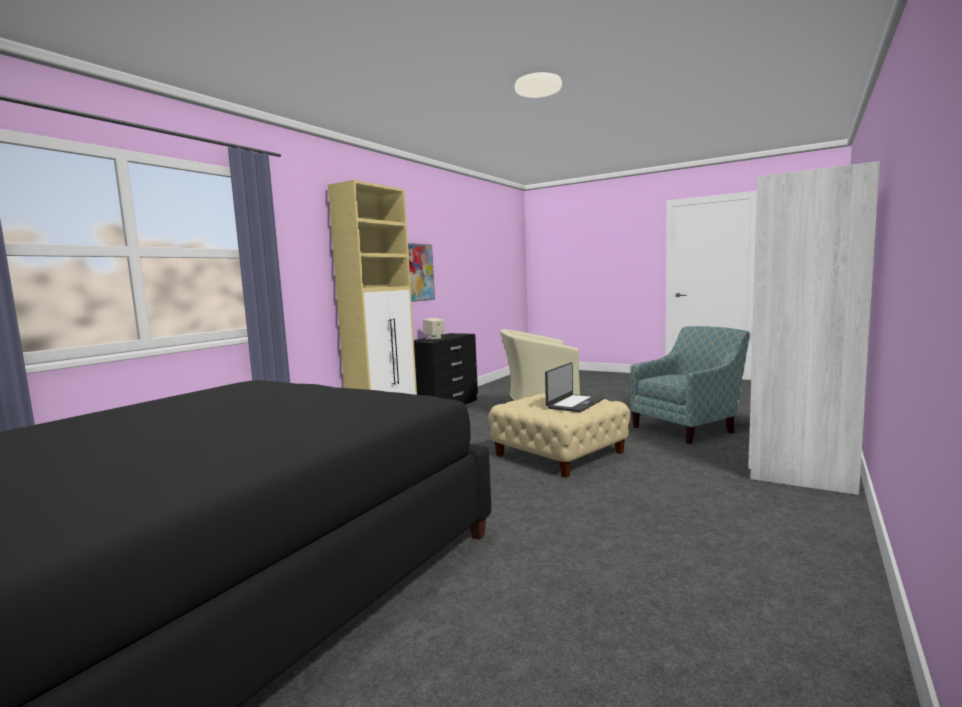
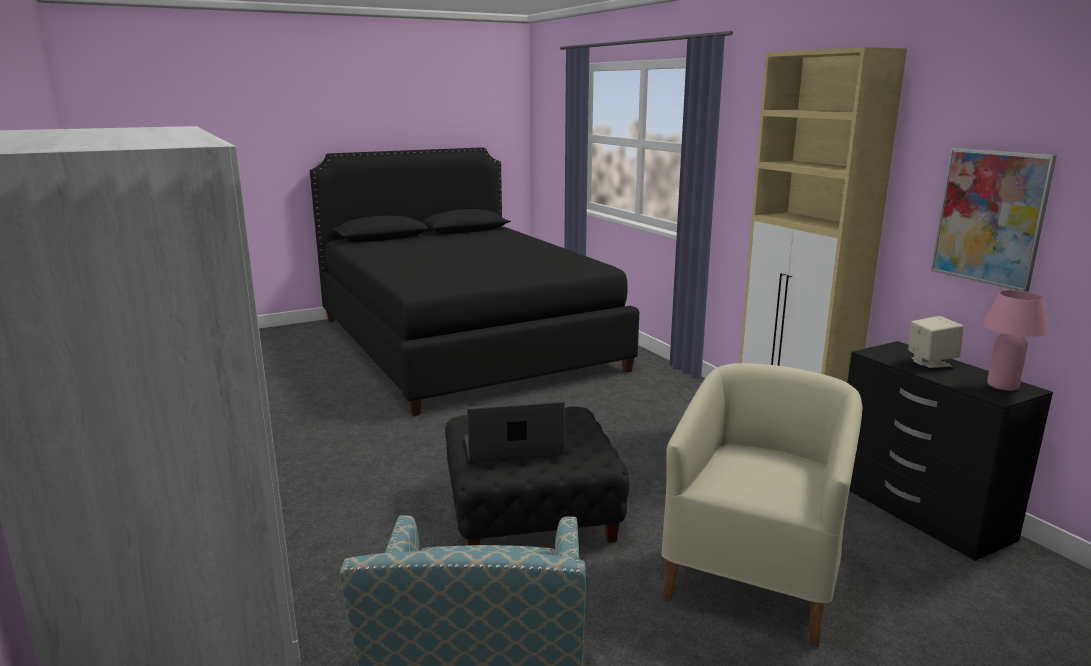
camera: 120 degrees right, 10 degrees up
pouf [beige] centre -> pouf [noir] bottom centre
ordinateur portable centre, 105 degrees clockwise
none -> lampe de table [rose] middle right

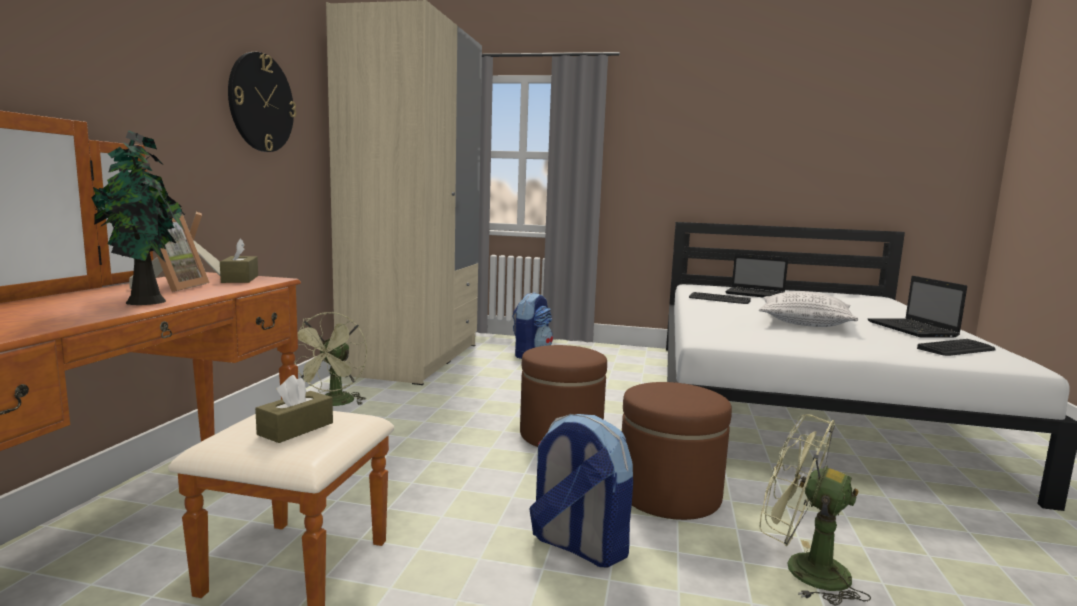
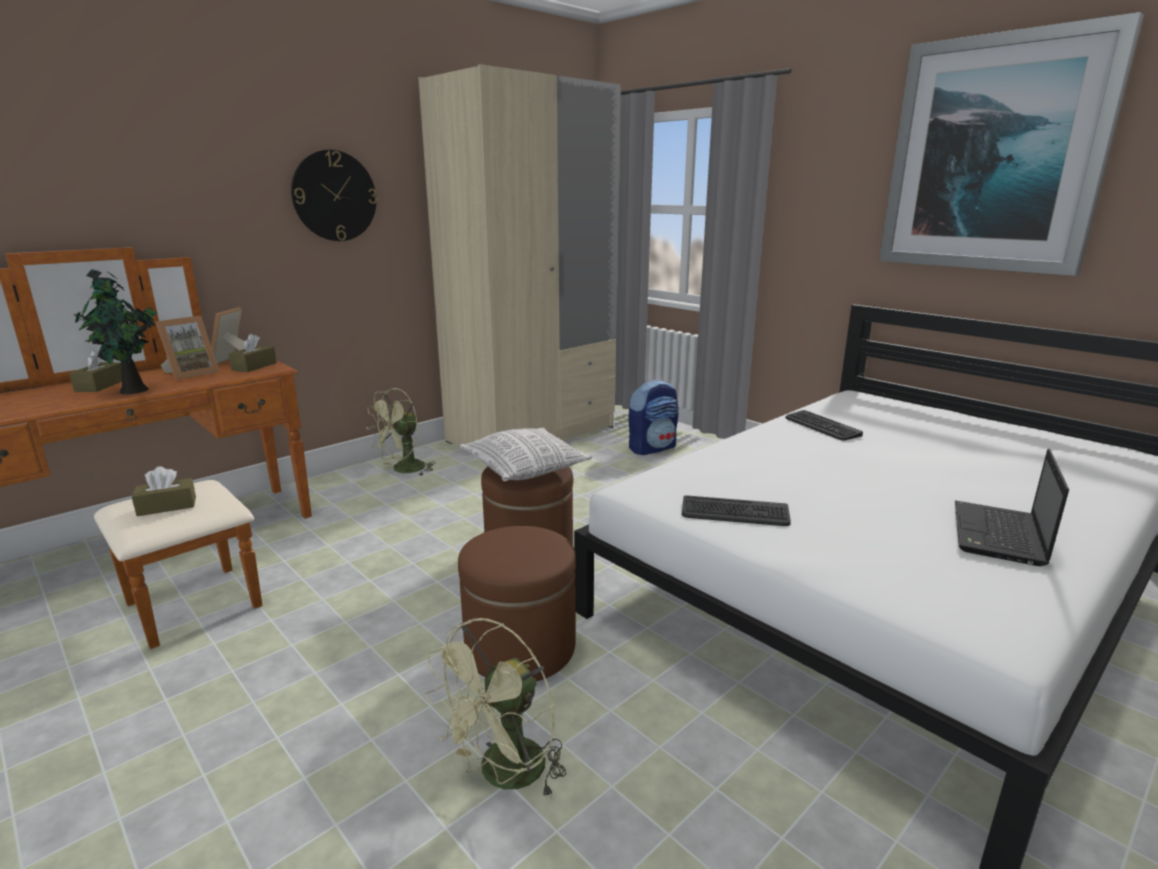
camera: 35 degrees right, 10 degrees up
none -> boîte à mouchoirs [marron] (no. 1 from left) middle left
ventilateur [vert] (no. 2 from left) bottom right -> ventilateur [vert] (no. 2 from left) bottom centre, 120 degrees counterclockwise
coussin middle right -> coussin centre, shifted
clavier (no. 2 from left in the first image) middle right -> clavier (no. 1 from left) centre, shifted
none -> tableau top right
sac à dos (no. 2 from left) bottom centre -> none
ordinateur portable (no. 1 from left) middle right -> none

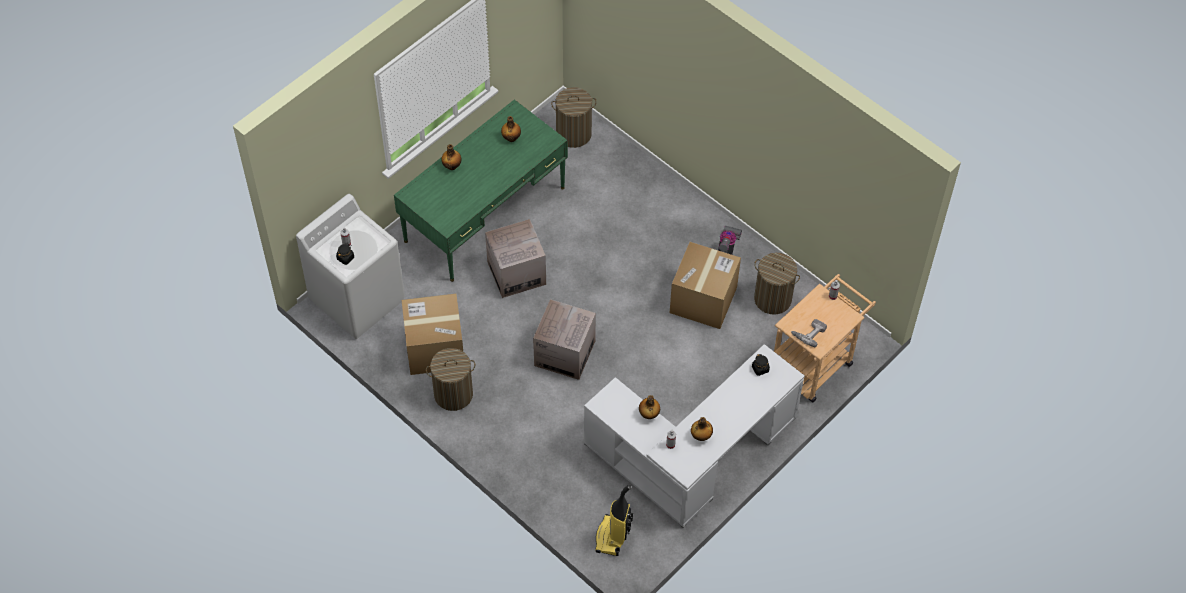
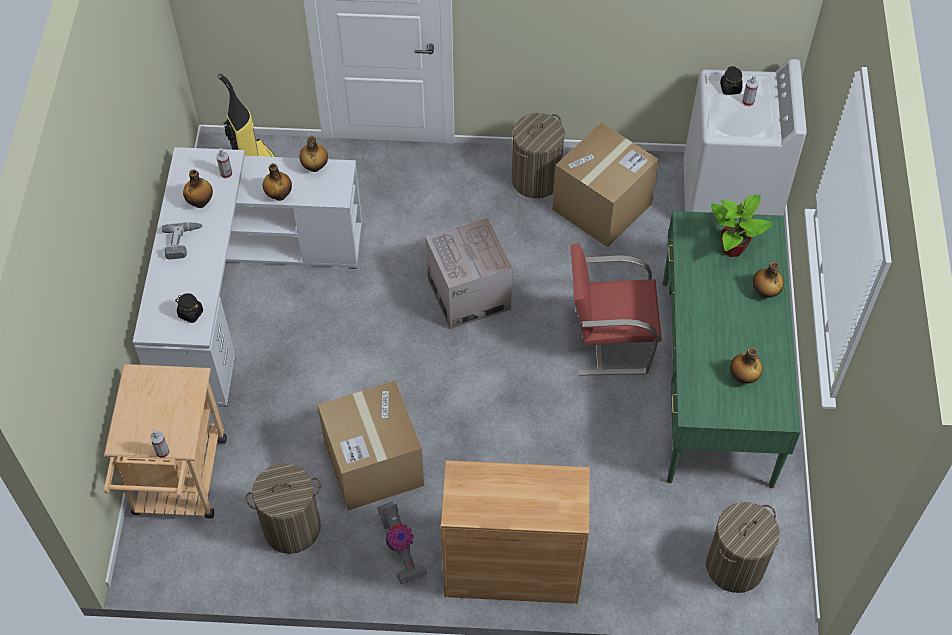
camera: 140 degrees right, 0 degrees up
perceuse middle right -> perceuse middle left, shifted
none -> bouteille (no. 3 from left) top left
none -> meuble de rangement [marron] bottom centre
carton (no. 2 from left) centre -> chaise [rouge] centre
none -> plante en pot middle right

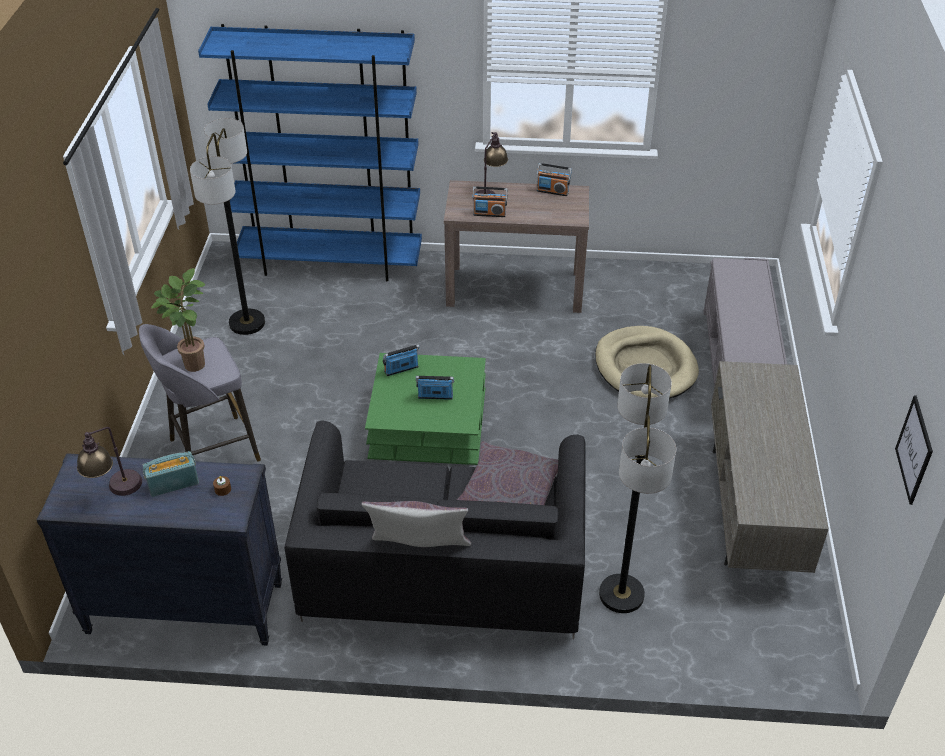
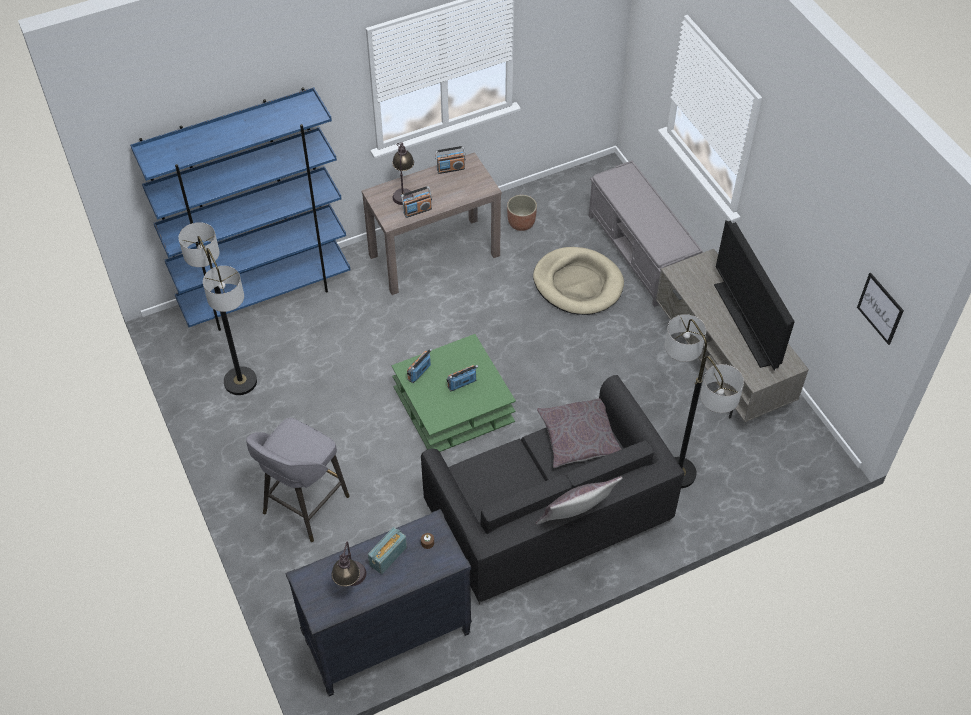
camera: 30 degrees left, 10 degrees up
none -> cache-pot top centre
none -> téléviseur middle right
plante en pot middle left -> none

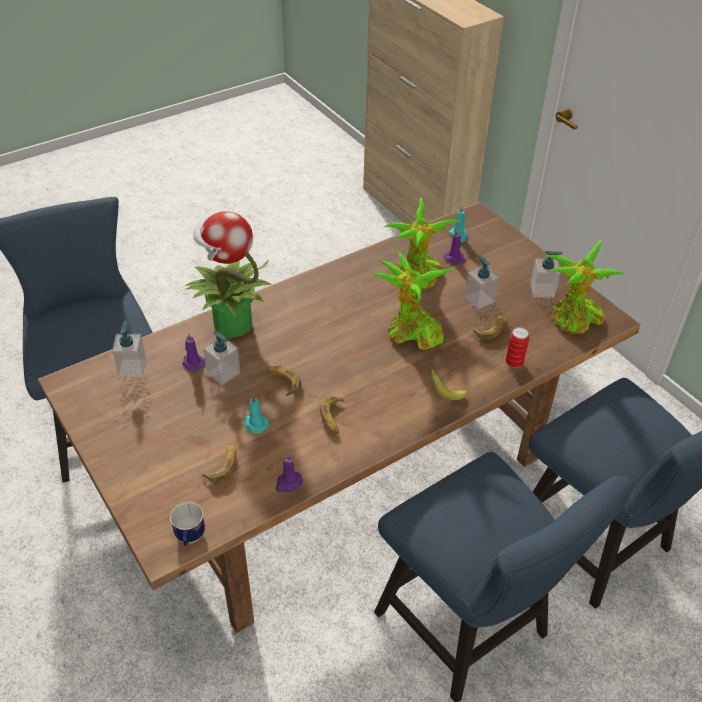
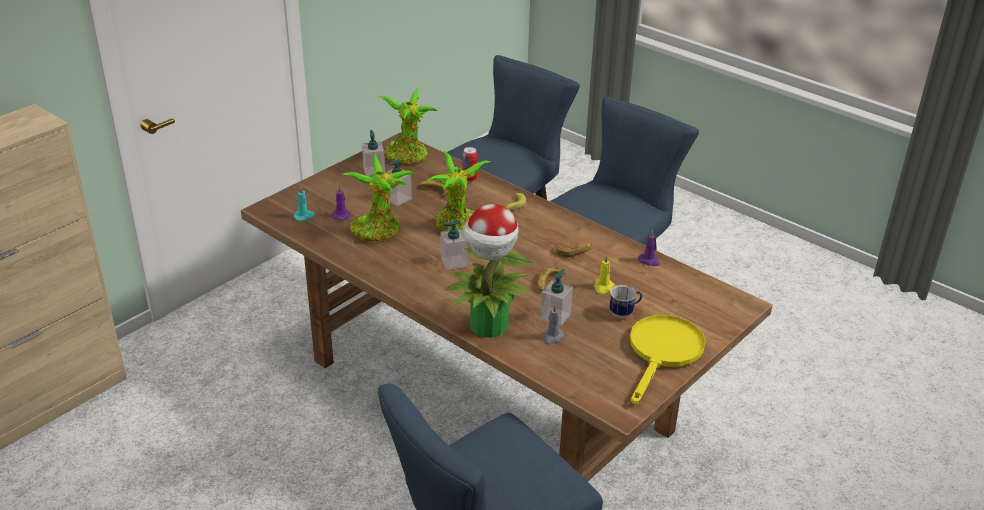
camera: 105 degrees left, 10 degrees down
distributeur de savon (no. 1 from left in the first image) middle left -> distributeur de savon (no. 3 from left) centre, shifted
bougie [violet] (no. 1 from left) middle left -> bougie [gris] centre
bougie [turquoise] (no. 1 from left) centre -> bougie [jaune] centre
mug bottom left -> mug centre, shifted
none -> poêle [jaune] bottom right
banane (no. 1 from left) middle left -> none

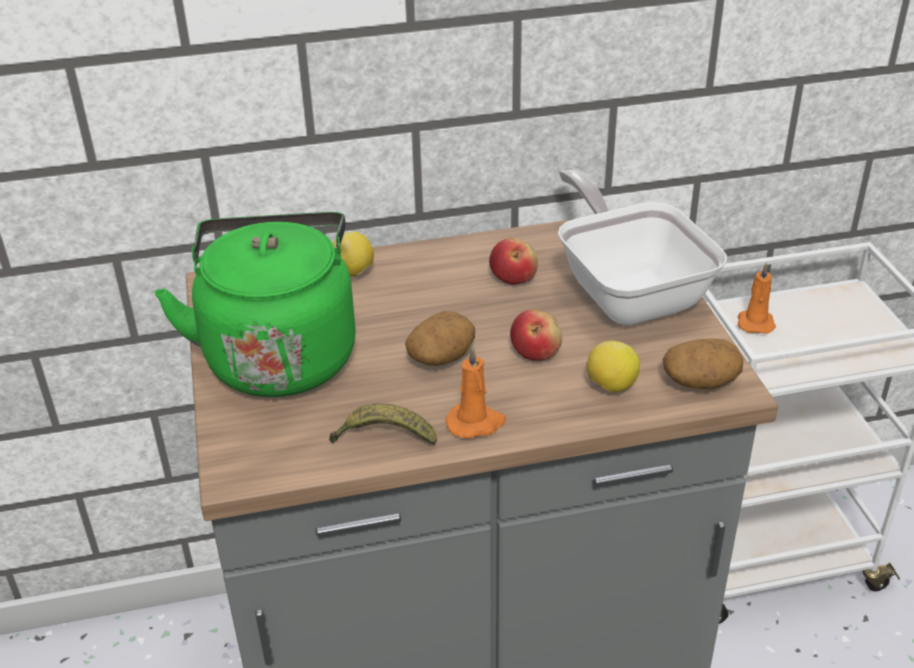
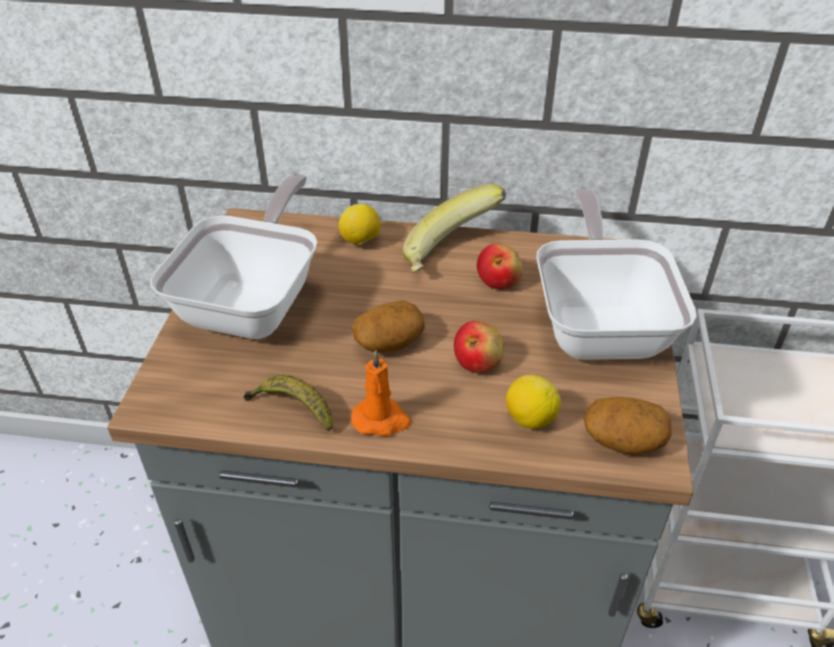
camera: 20 degrees right, 5 degrees up
bouilloire [vert] middle left -> poêle (no. 1 from left) middle left
none -> banane (no. 2 from left) centre
bougie [orange] (no. 2 from left) middle right -> none

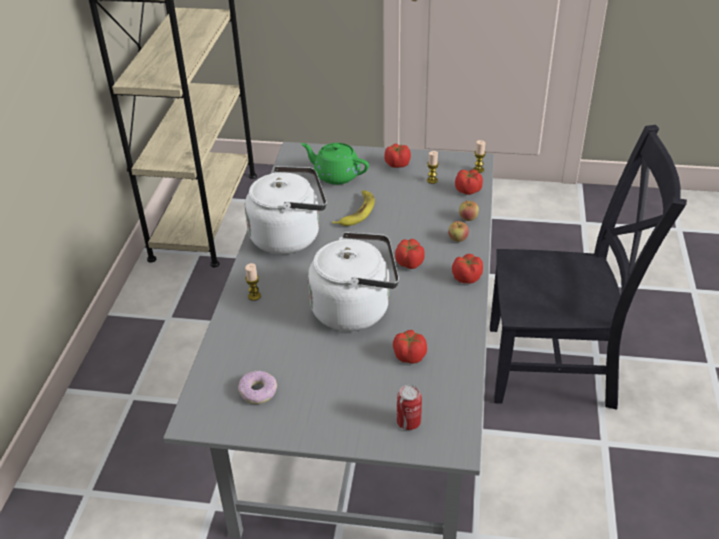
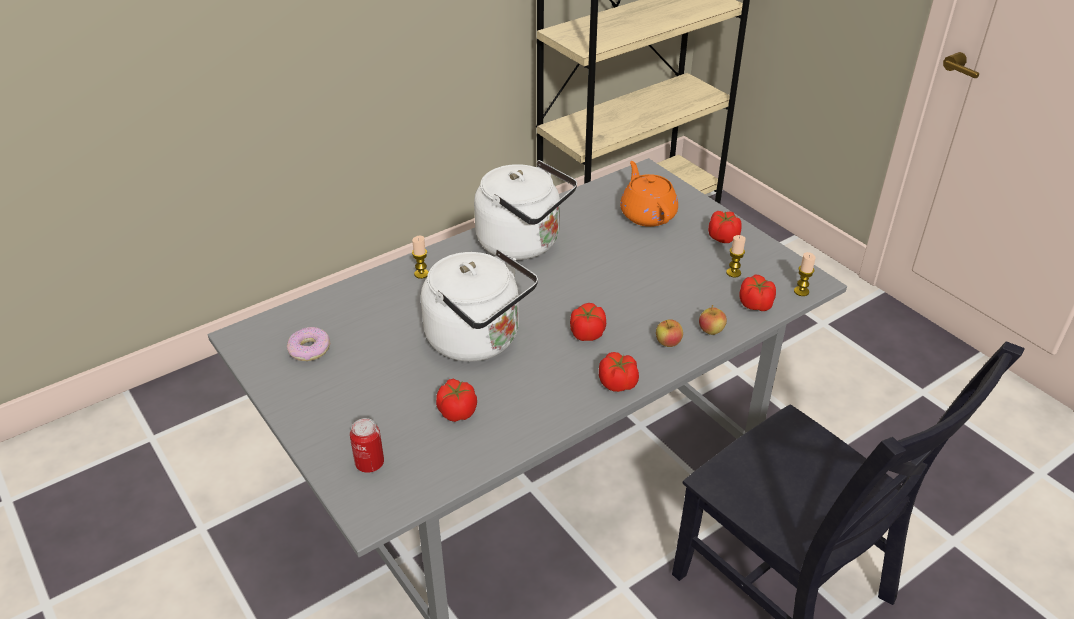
camera: 45 degrees right, 0 degrees up
théière [vert] top centre -> théière [orange] top centre
banane centre -> none

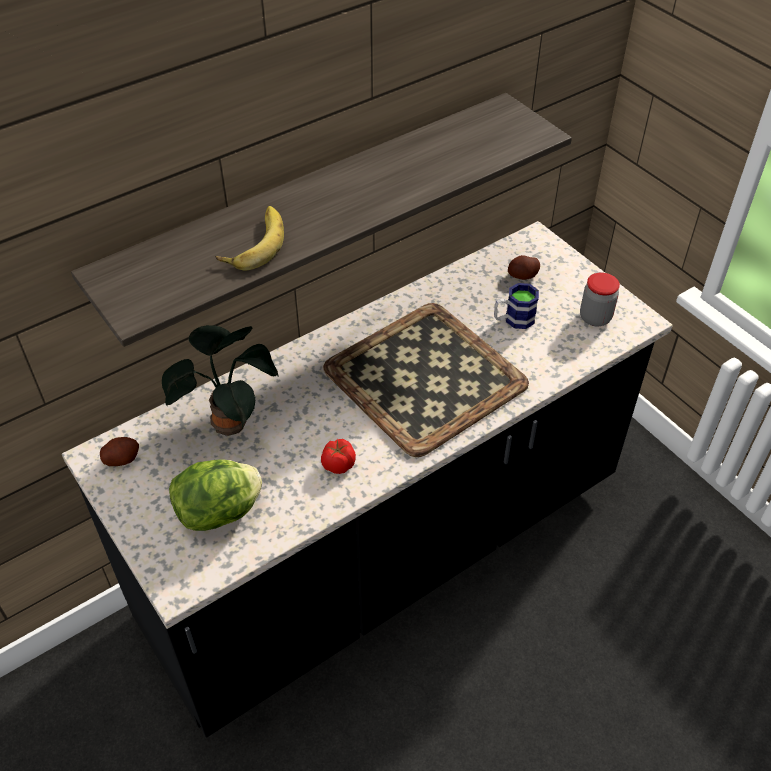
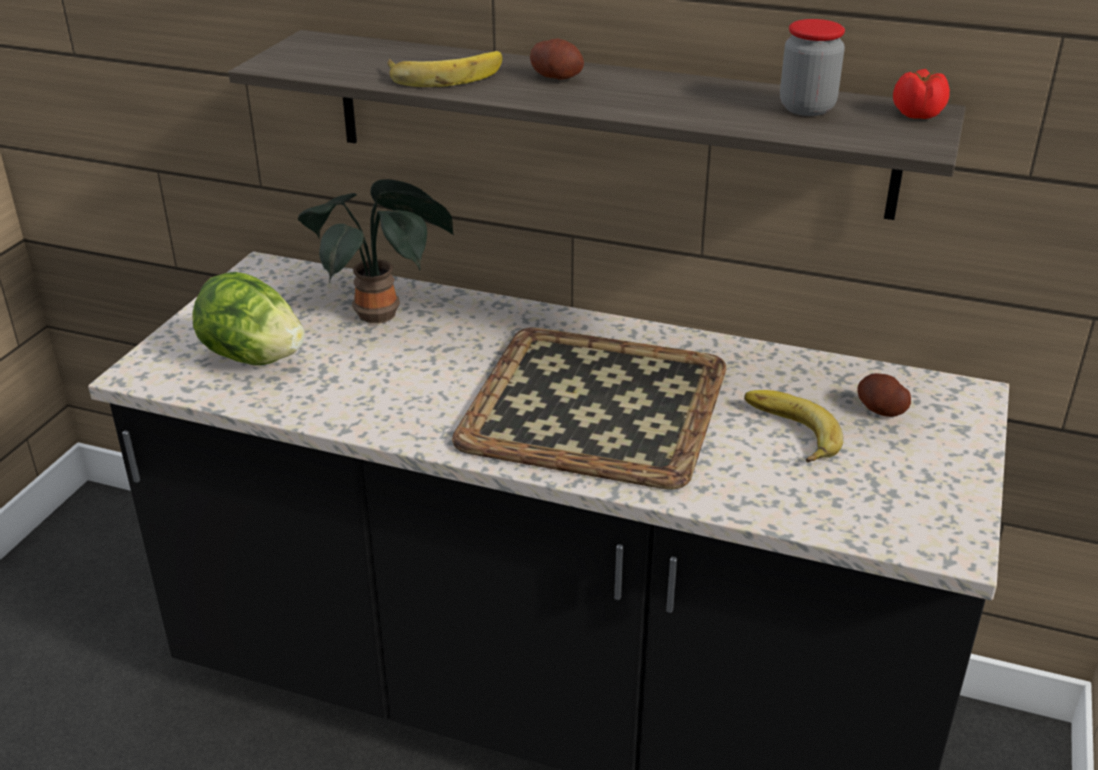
camera: 55 degrees right, 15 degrees down
pomme de terre (no. 1 from left) middle left -> pomme de terre (no. 1 from left) top centre, shifted
mug middle right -> banane (no. 2 from left) middle right
bocal middle right -> bocal top right, shifted
tomate centre -> tomate top right, shifted

